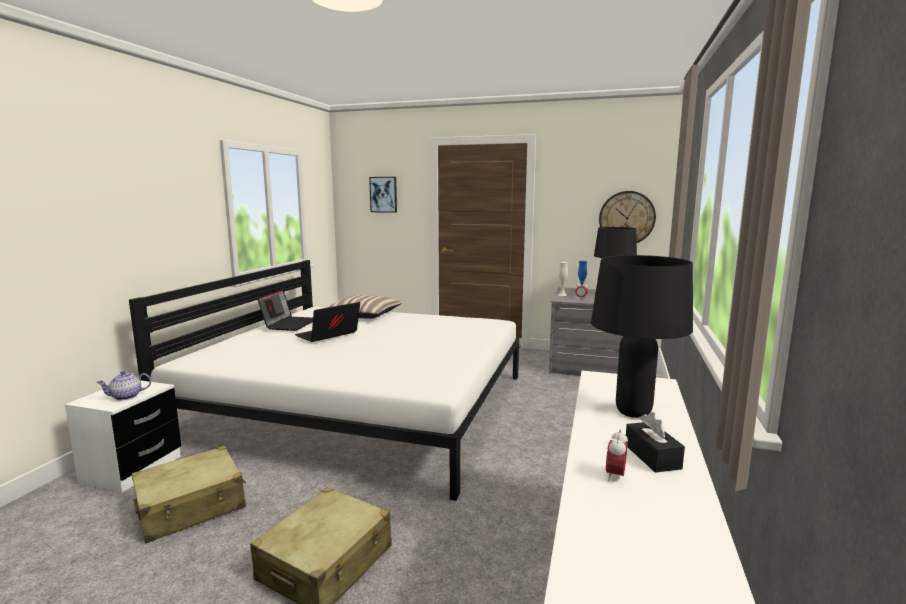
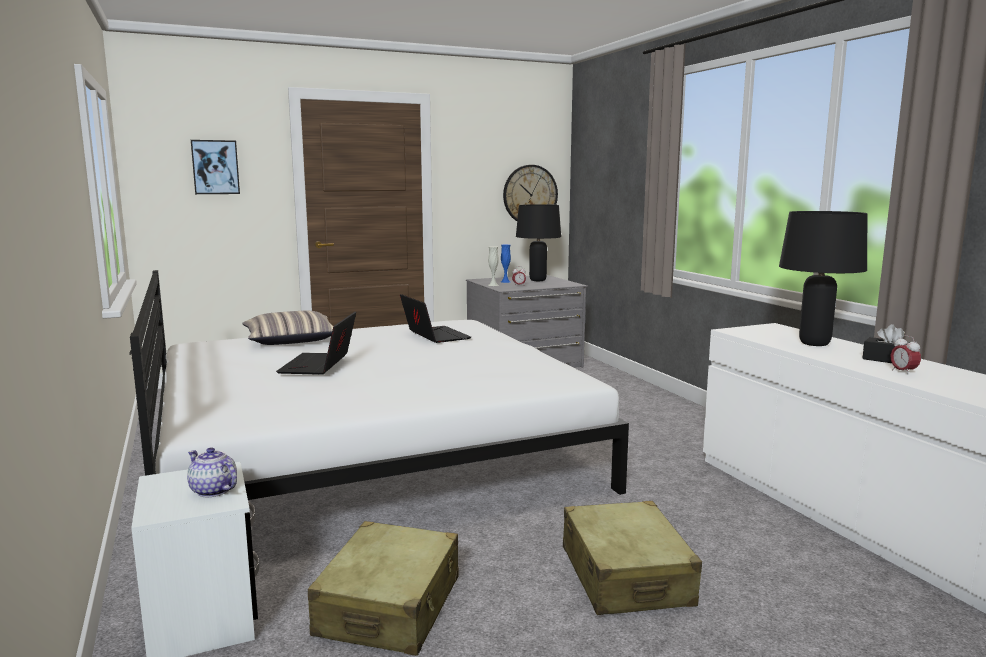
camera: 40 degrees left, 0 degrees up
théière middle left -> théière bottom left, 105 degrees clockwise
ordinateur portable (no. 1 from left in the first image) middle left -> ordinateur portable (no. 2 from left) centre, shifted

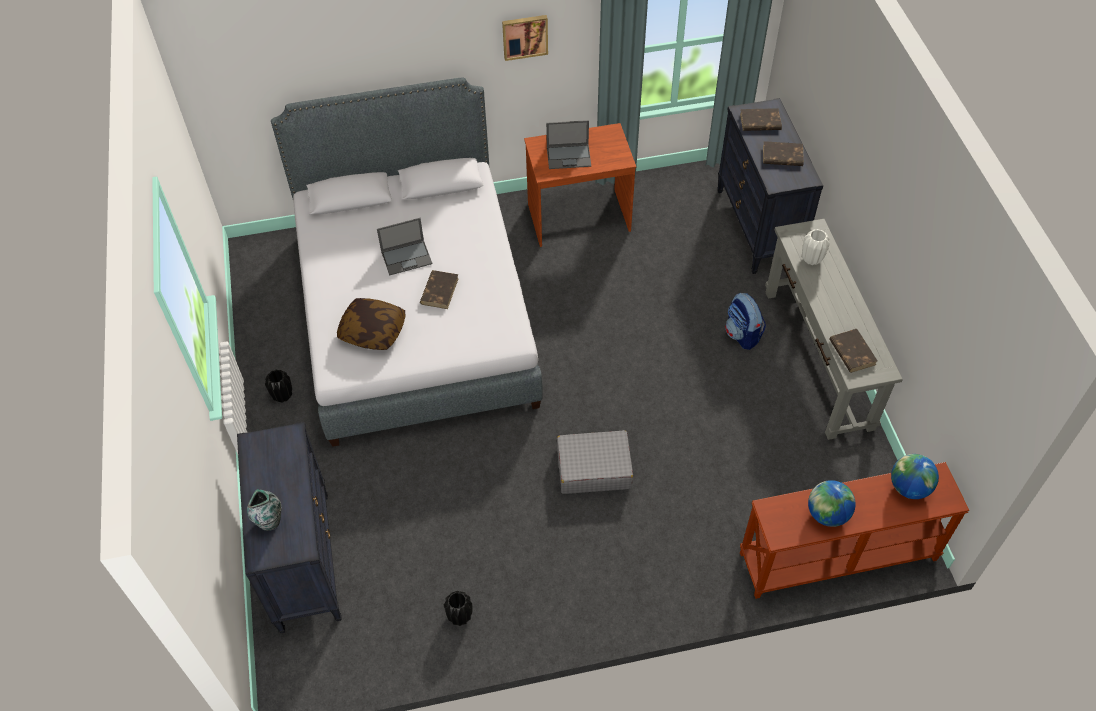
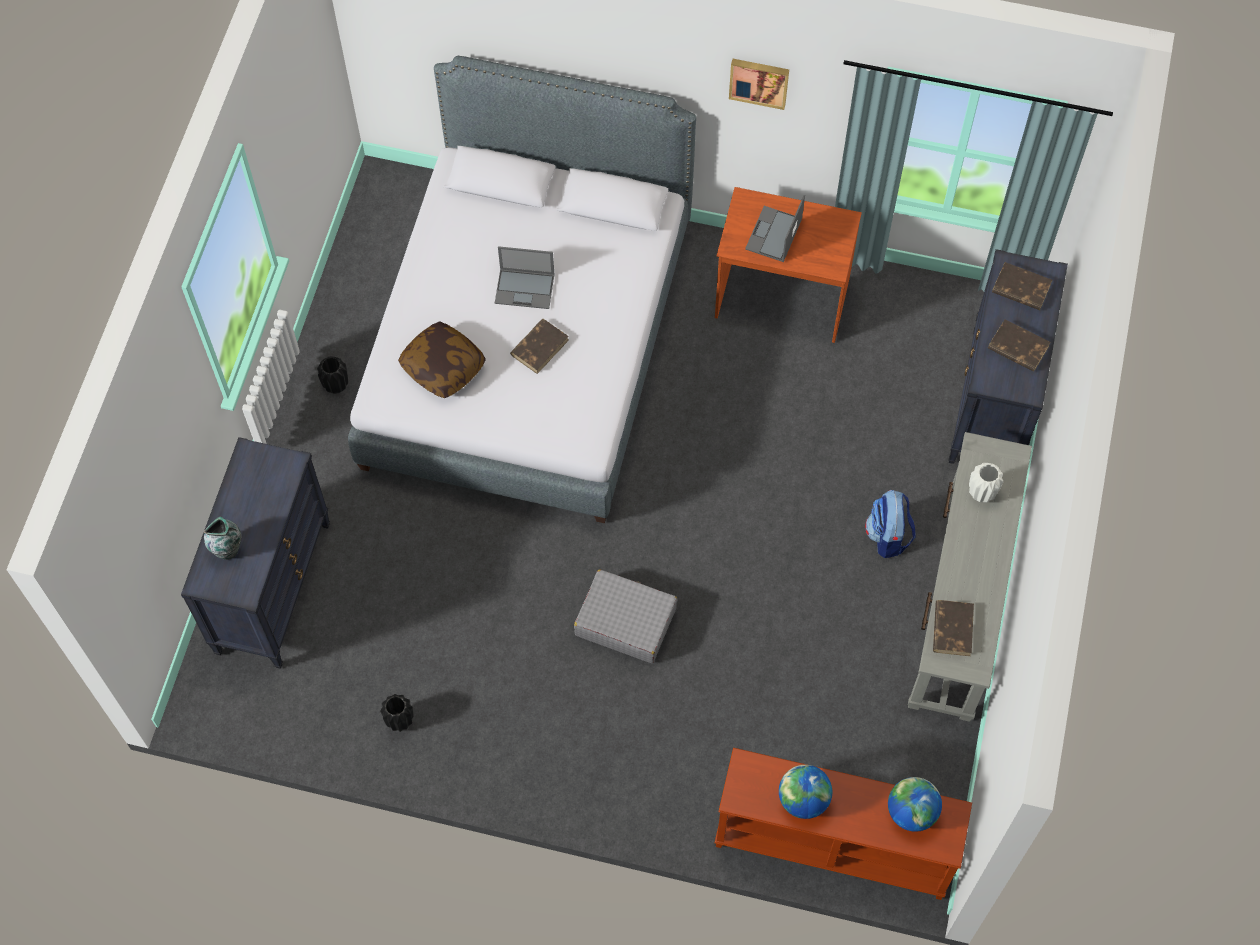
camera: 25 degrees right, 10 degrees up
ordinateur portable (no. 2 from left) top centre, 90 degrees clockwise

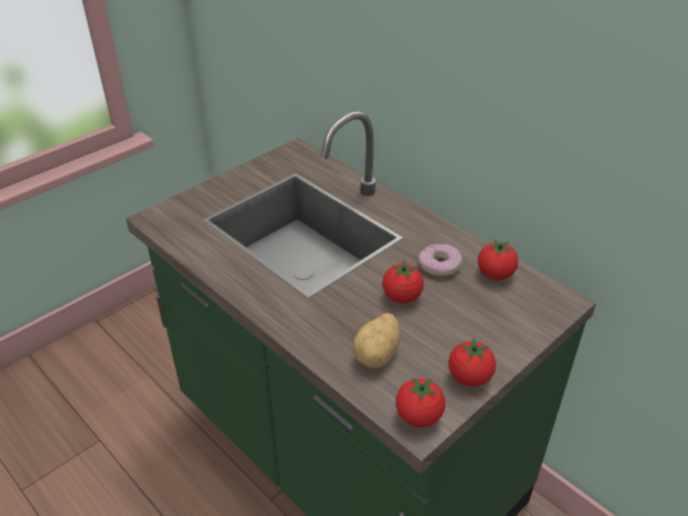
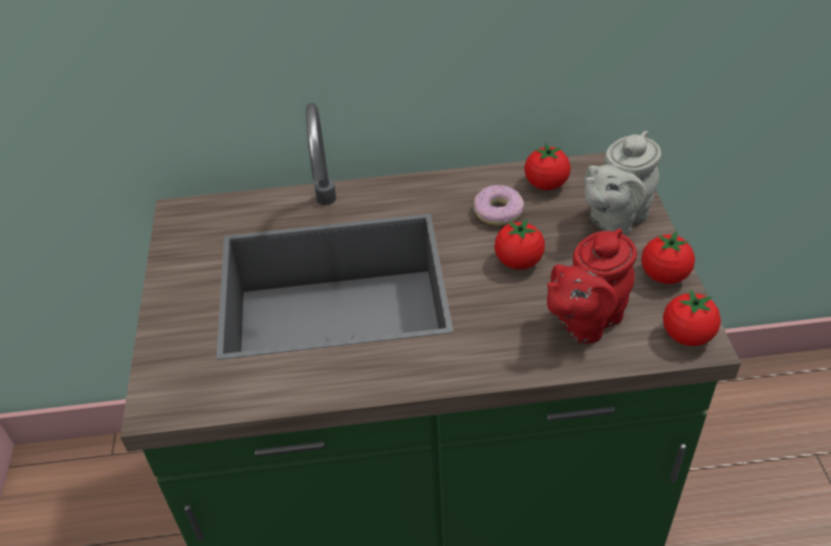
camera: 50 degrees left, 5 degrees up
pomme de terre centre -> théière [rouge] middle right
none -> théière [gris] middle right

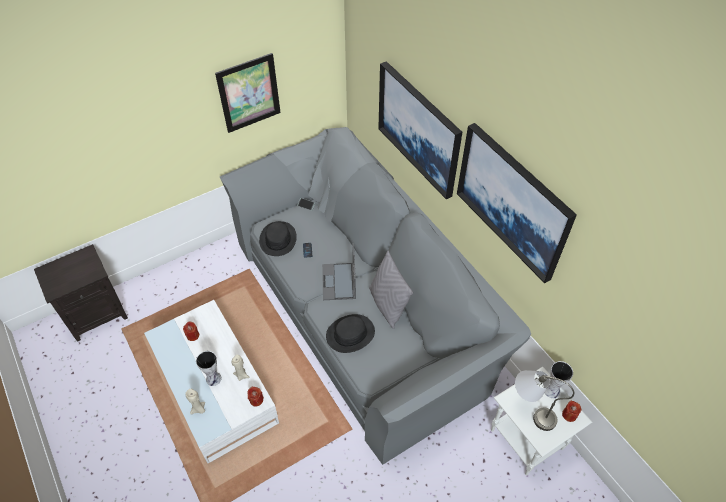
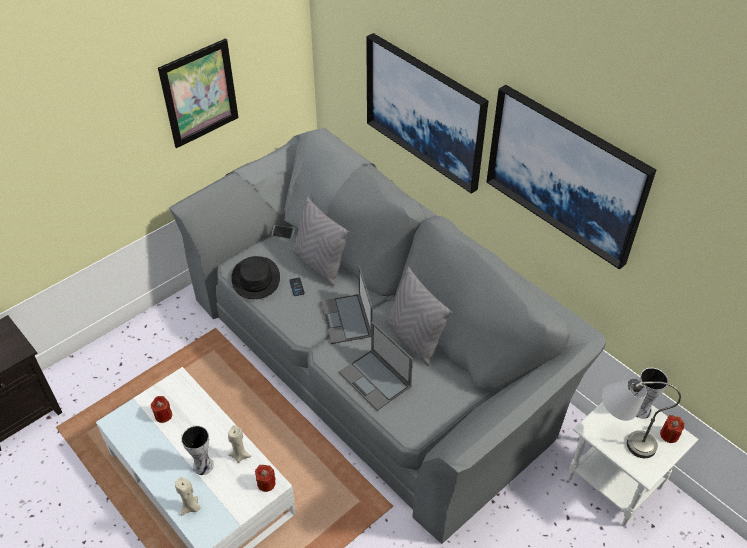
camera: 10 degrees left, 5 degrees down
none -> coussin [gris] (no. 1 from left) centre
chapeau [noir] (no. 2 from left) centre -> ordinateur portable (no. 2 from left) bottom centre

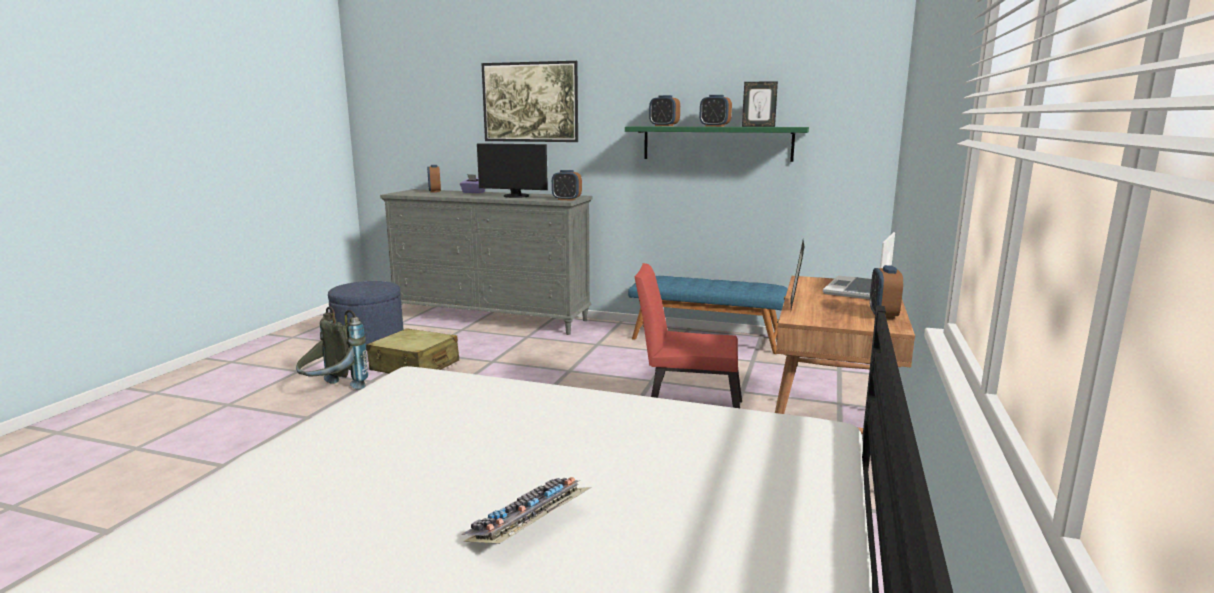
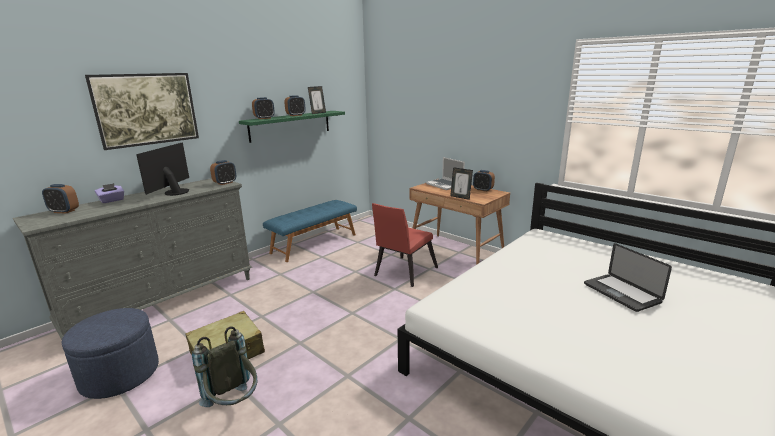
camera: 65 degrees left, 5 degrees up
écran d'ordinateur top centre -> écran d'ordinateur middle left, 150 degrees clockwise
clavier bottom centre -> ordinateur portable (no. 2 from left) middle right

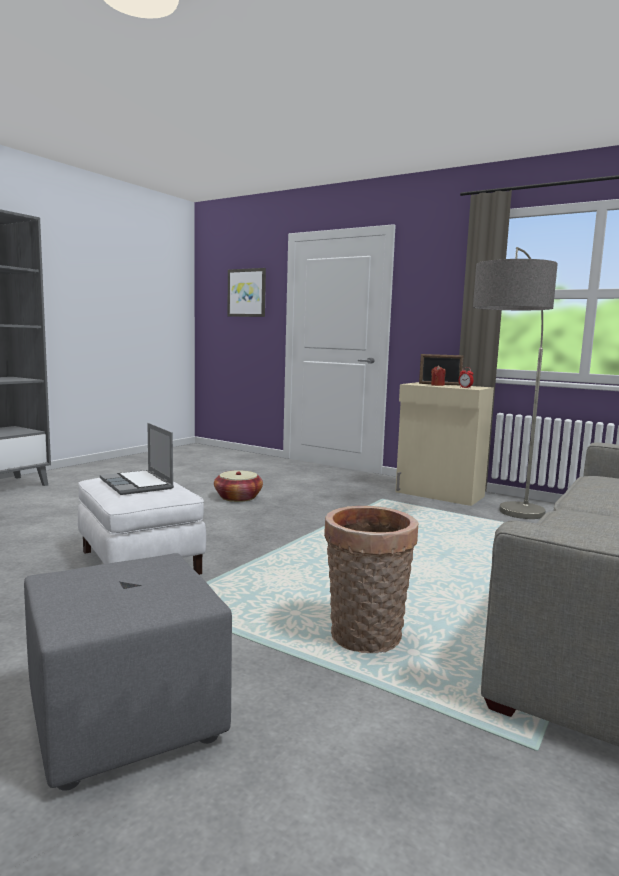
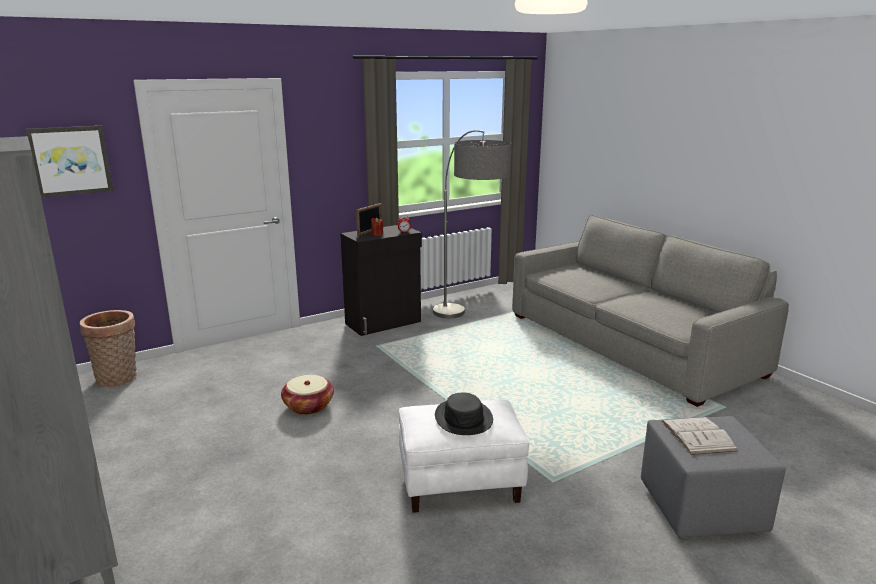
camera: 65 degrees left, 10 degrees up
panier (no. 2 from left in the first image) centre -> panier (no. 1 from left) middle left, shifted
meuble de rangement [beige] middle right -> meuble de rangement [noir] centre
ordinateur portable middle left -> chapeau [noir] bottom centre
none -> livre [blanc] bottom right

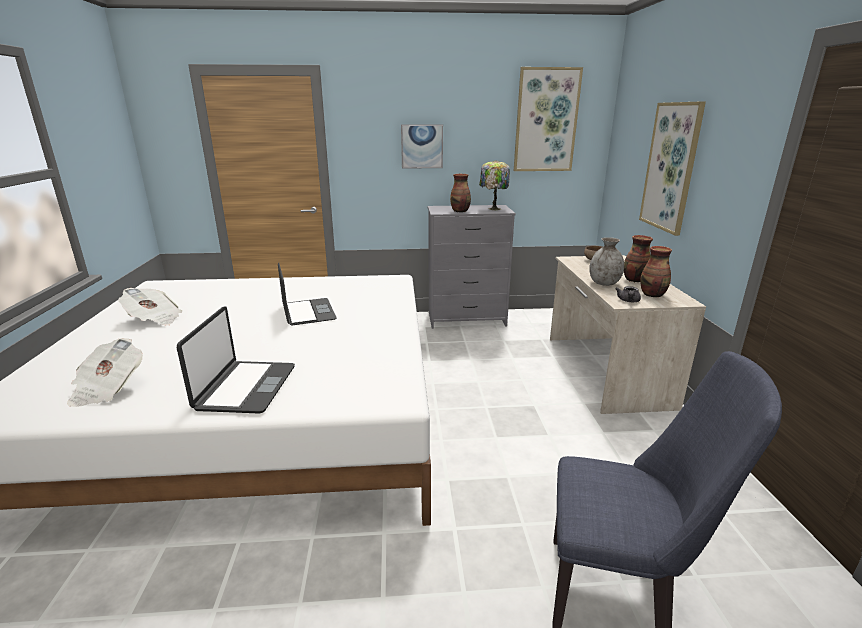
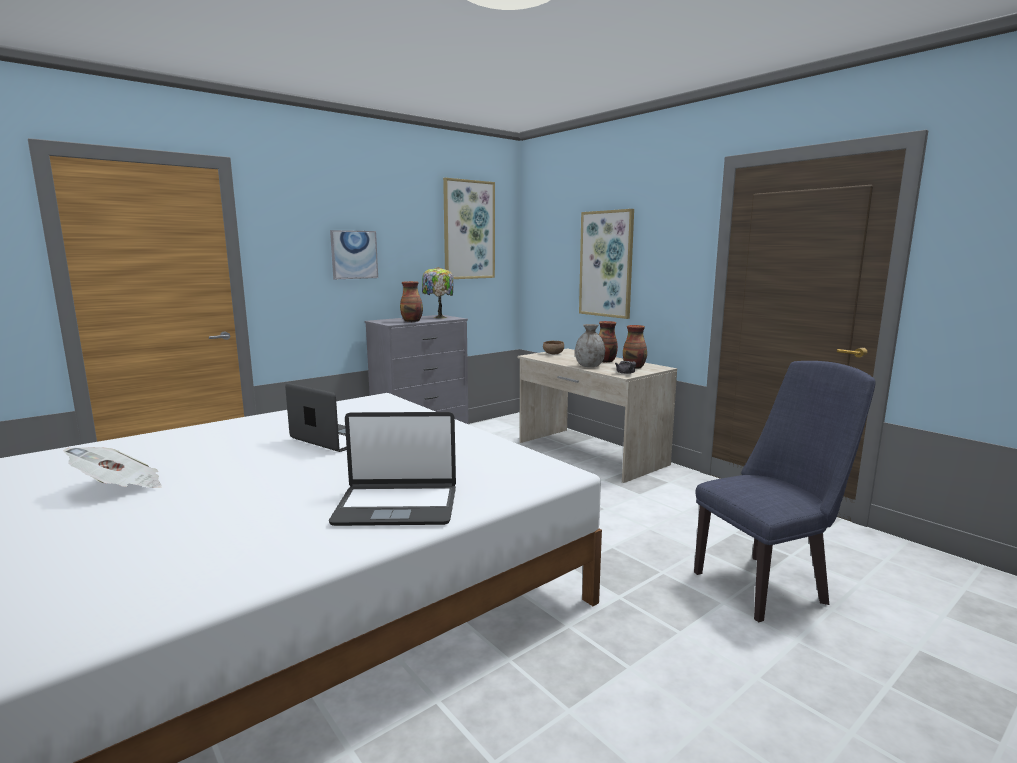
camera: 35 degrees left, 10 degrees down
ordinateur portable (no. 1 from left in the first image) middle left -> ordinateur portable (no. 2 from left) centre, 120 degrees clockwise
journal (no. 1 from left) middle left -> none

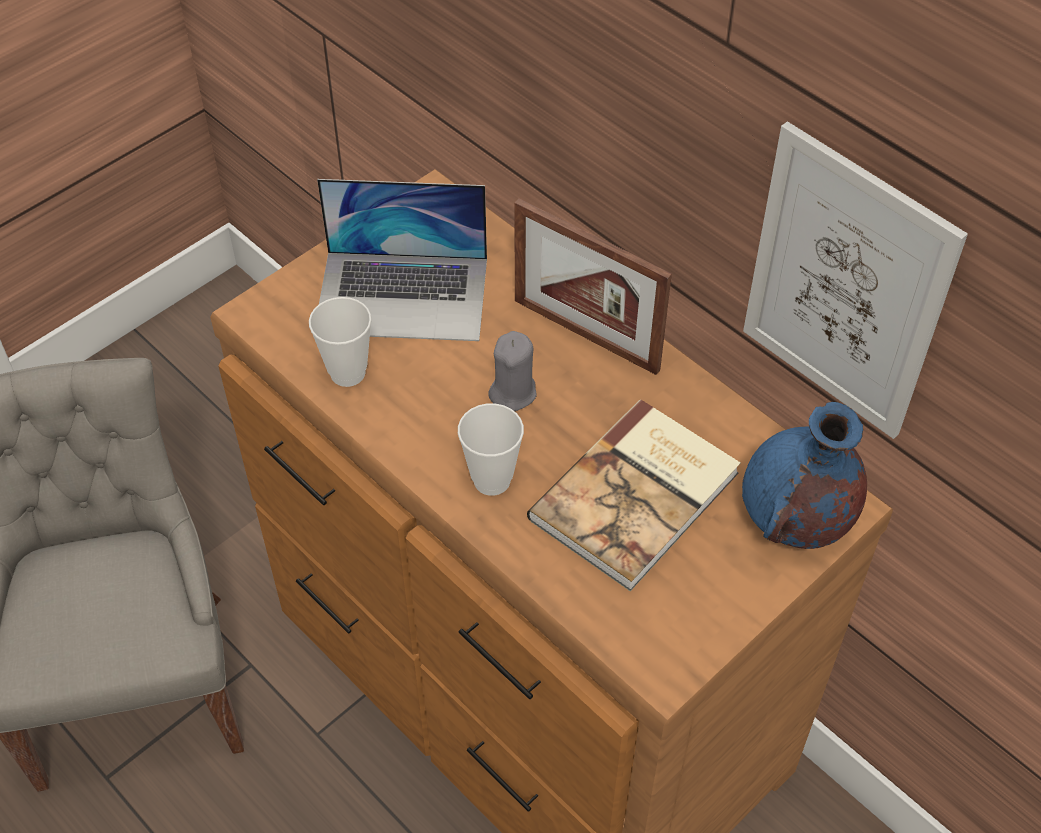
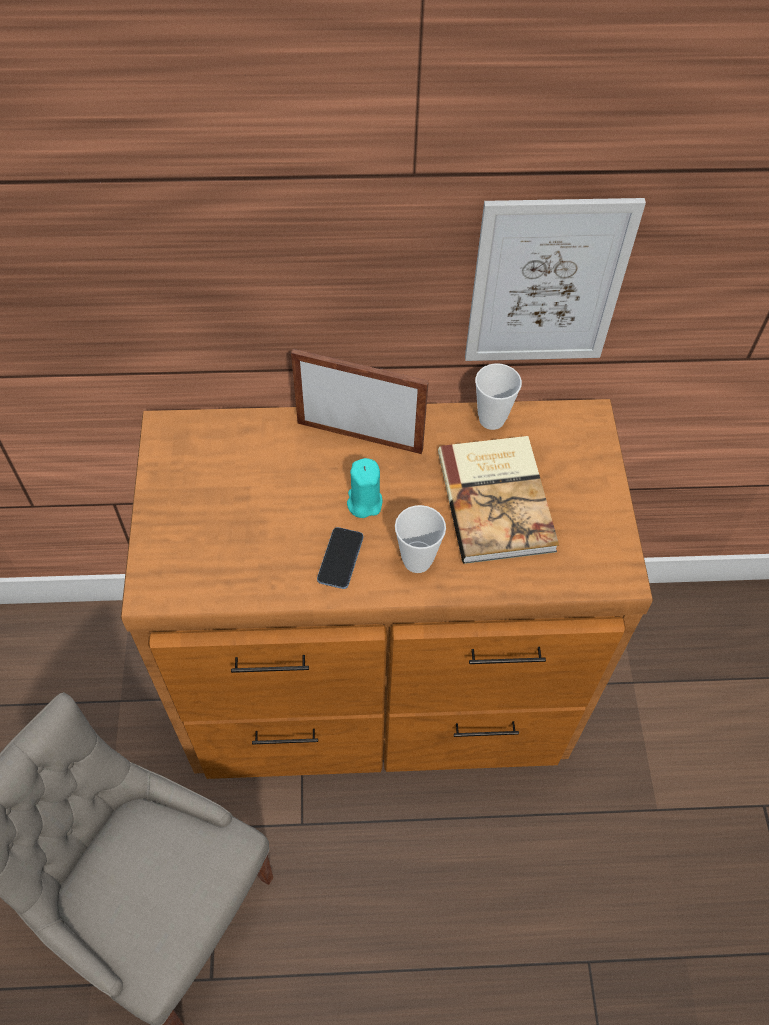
camera: 50 degrees left, 5 degrees up
cadre photo centre, 150 degrees counterclockwise
none -> téléphone centre
bougie [gris] centre -> bougie [turquoise] centre
tasse (no. 1 from left in the first image) middle left -> tasse (no. 2 from left) centre, shifted
ordinateur portable top centre -> none
vase [bleu] middle right -> none

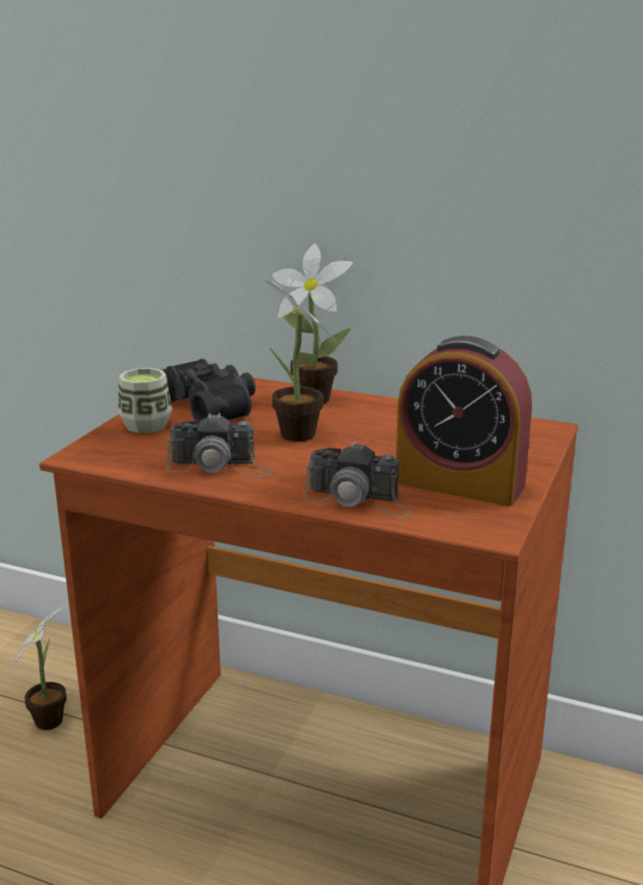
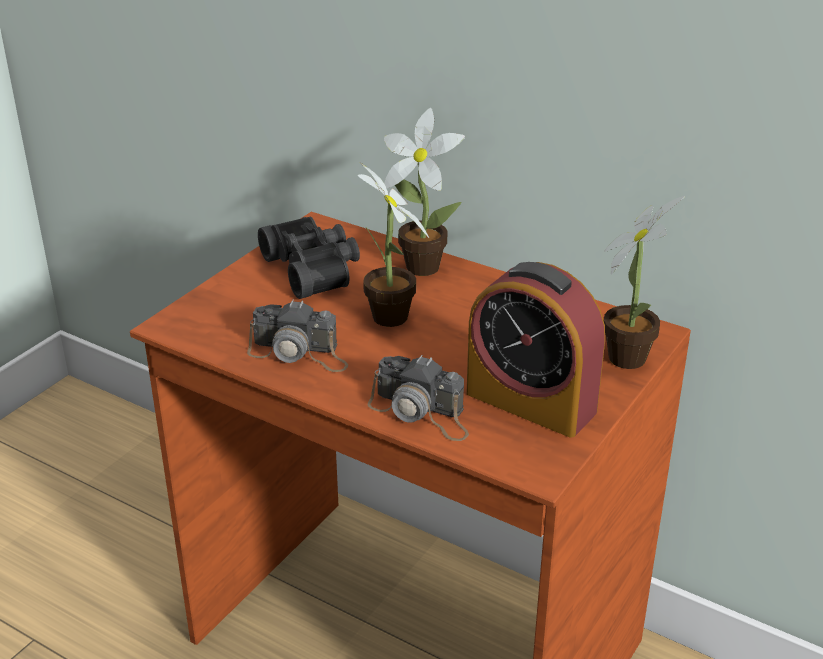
camera: 10 degrees right, 10 degrees up
plante en pot (no. 1 from left in the first image) bottom left -> plante en pot (no. 3 from left) middle right, shifted
tasse middle left -> none

